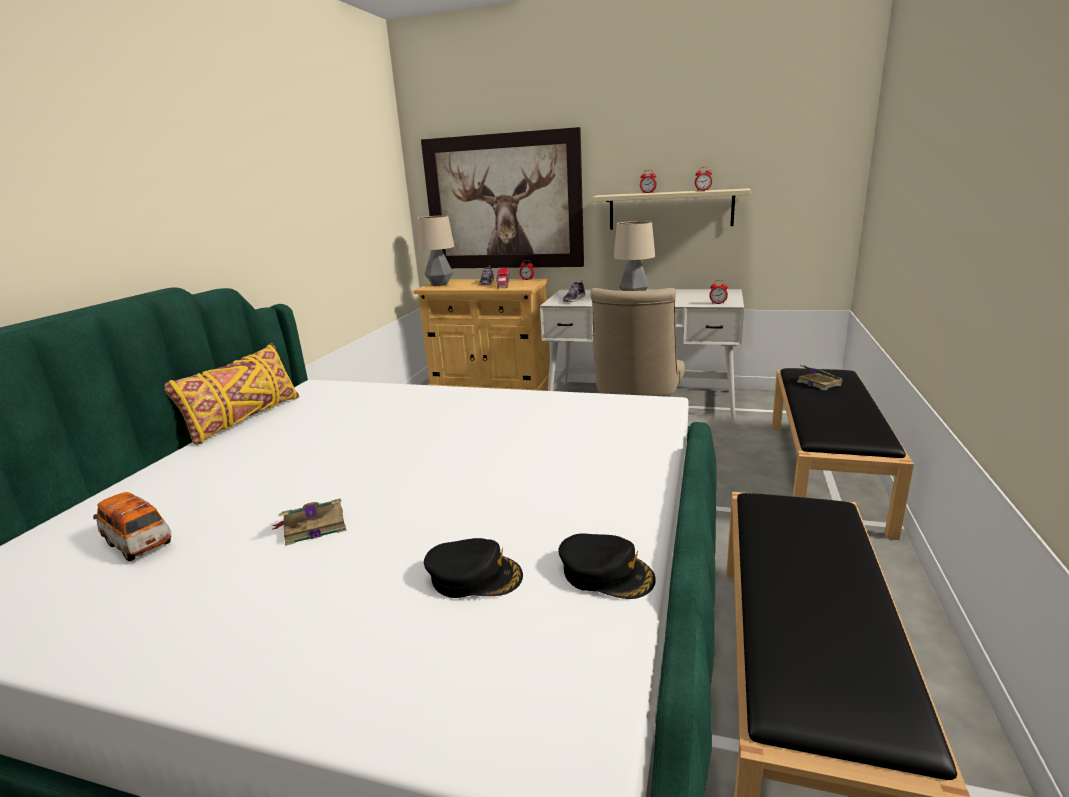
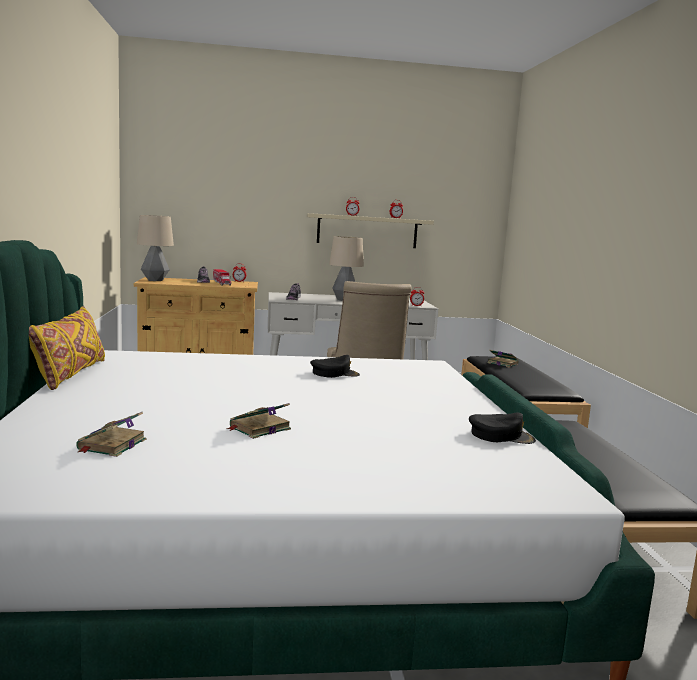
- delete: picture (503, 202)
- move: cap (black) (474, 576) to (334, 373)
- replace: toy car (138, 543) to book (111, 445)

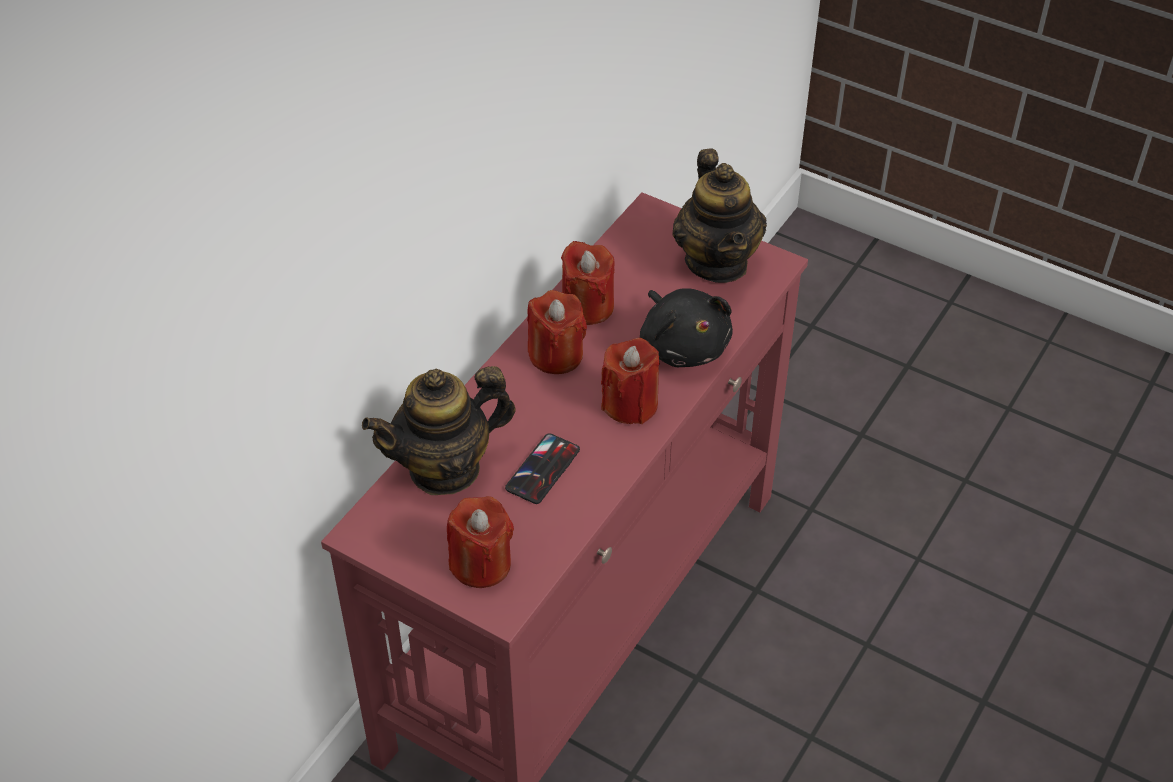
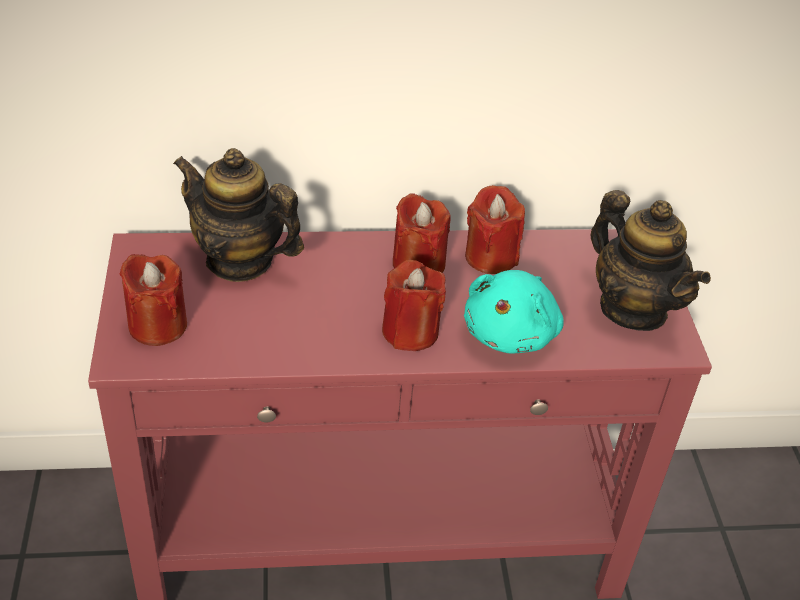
- delete: phone (543, 469)
- recolor: plush toy (black) (683, 345) to plush toy (turquoise) (512, 333)
- rotate: teapot (717, 262) = (633, 309) 75 degrees counterclockwise

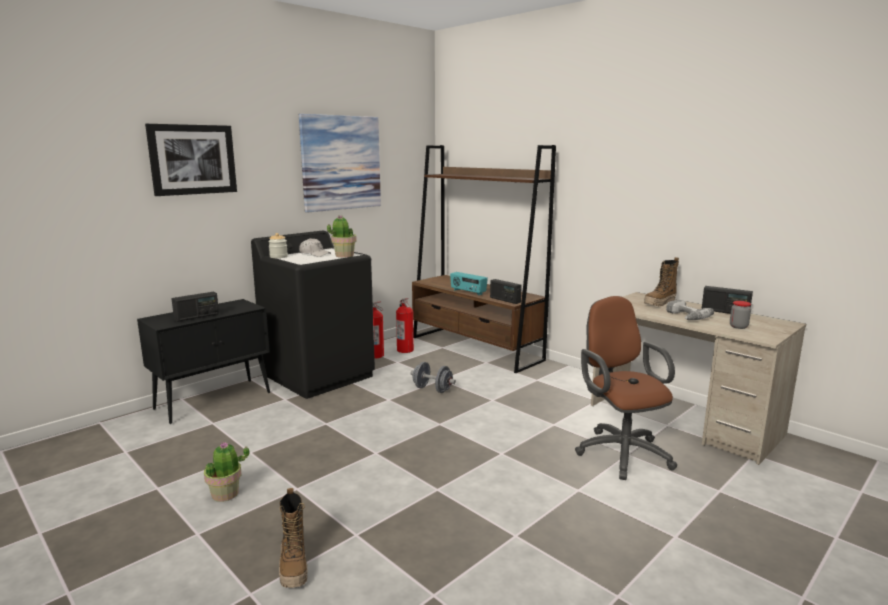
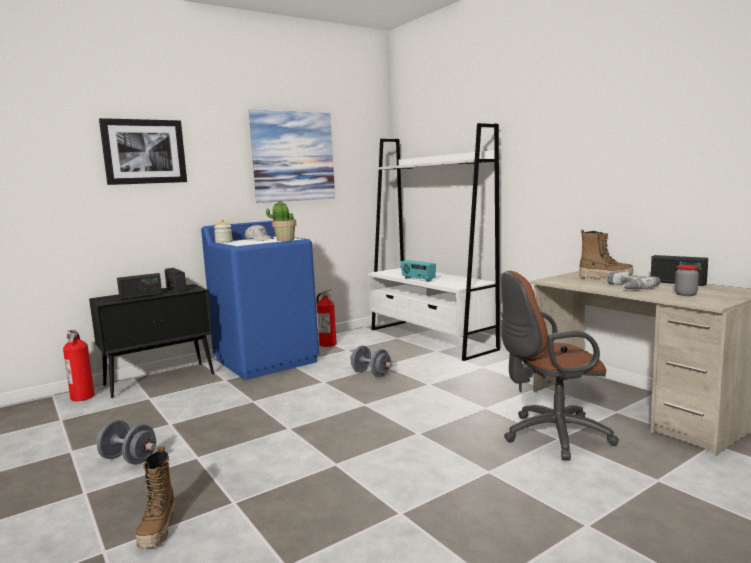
- move: fire extinguisher (405, 350) to (83, 397)
- move: radio (505, 300) to (176, 289)
- replace: potted plant (226, 494) to dumbbell (grey) (129, 459)
- recolor: washing machine (black) (319, 375) to washing machine (blue) (266, 360)
- recolor: bookcase (brown) (475, 348) to bookcase (white) (430, 339)
- rotate: office chair (brown) (620, 451) = (551, 436) 90 degrees counterclockwise
- rotate: boot (660, 303) = (605, 277) 135 degrees counterclockwise

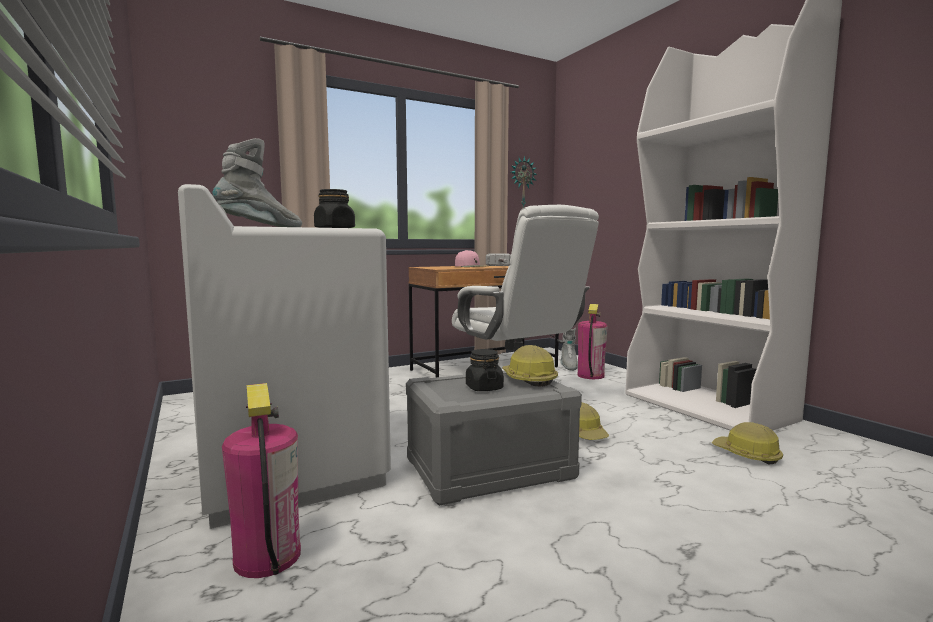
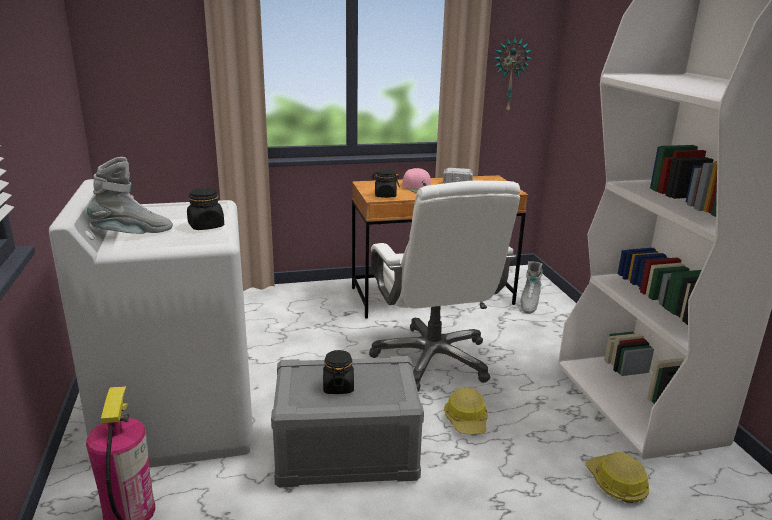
- delete: hard hat (528, 379)
- delete: fire extinguisher (590, 375)
- insert: jar (black) (385, 195)

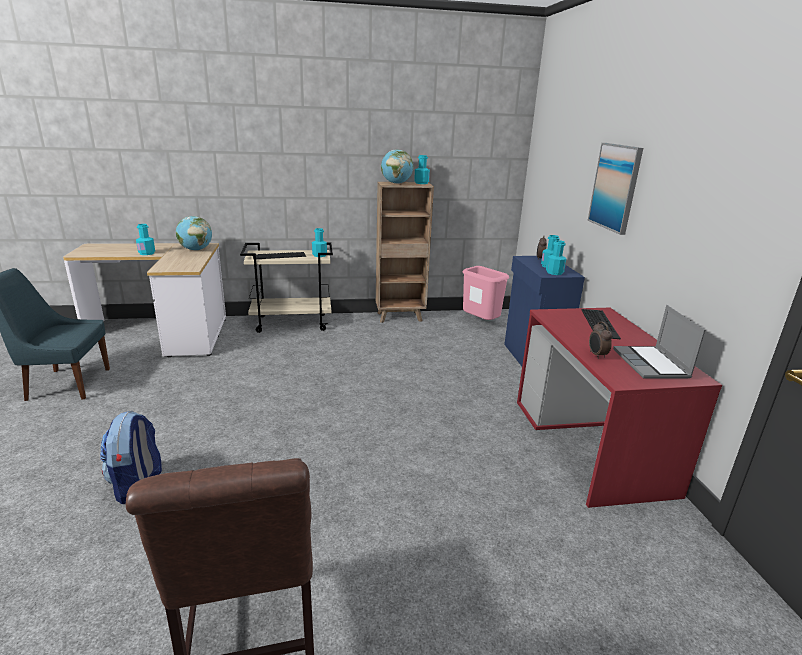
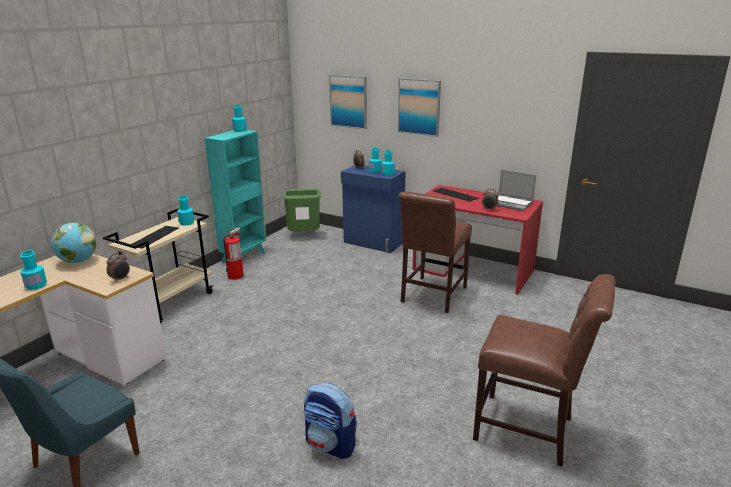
- delete: globe (396, 183)
- insert: alarm clock (120, 279)
- insert: fire extinguisher (235, 276)
- insert: picture (348, 101)
- insert: chair (brown) (431, 296)
- recolor: bookcase (brown) (400, 317) to bookcase (turquoise) (244, 257)
- recolor: trash can (pink) (480, 323) to trash can (green) (304, 236)

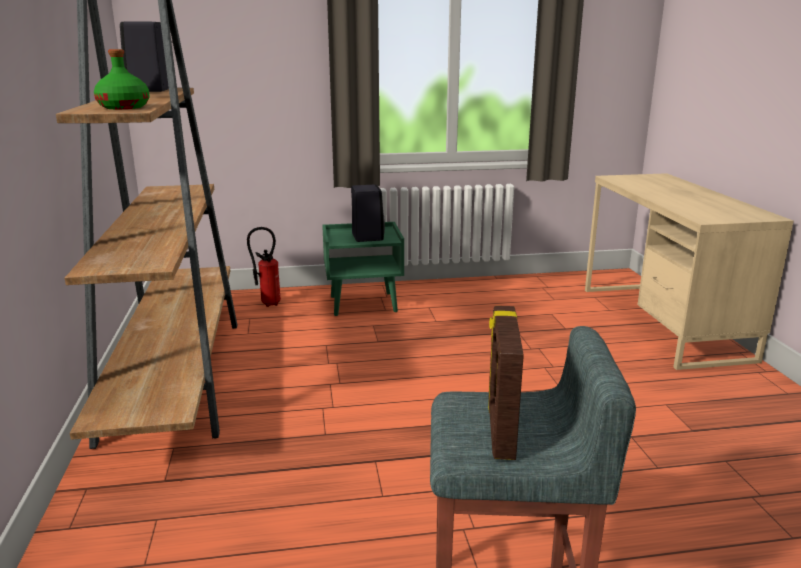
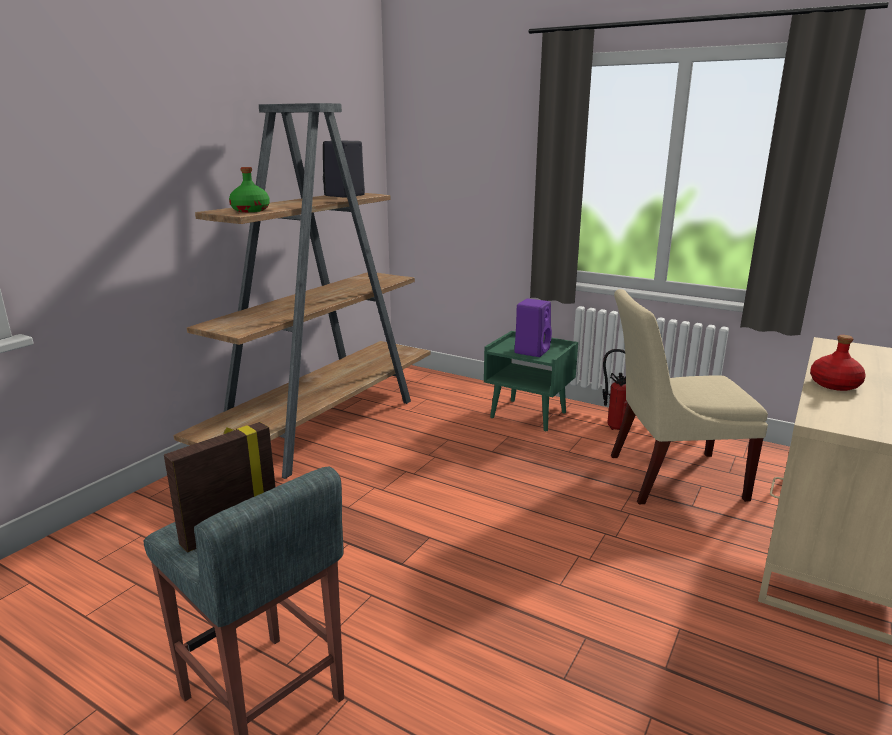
- insert: chair (beige) (669, 476)
- insert: bottle (red) (835, 384)
- move: fire extinguisher (267, 304) to (613, 427)
- recolor: speaker (black) (367, 237) to speaker (purple) (532, 351)

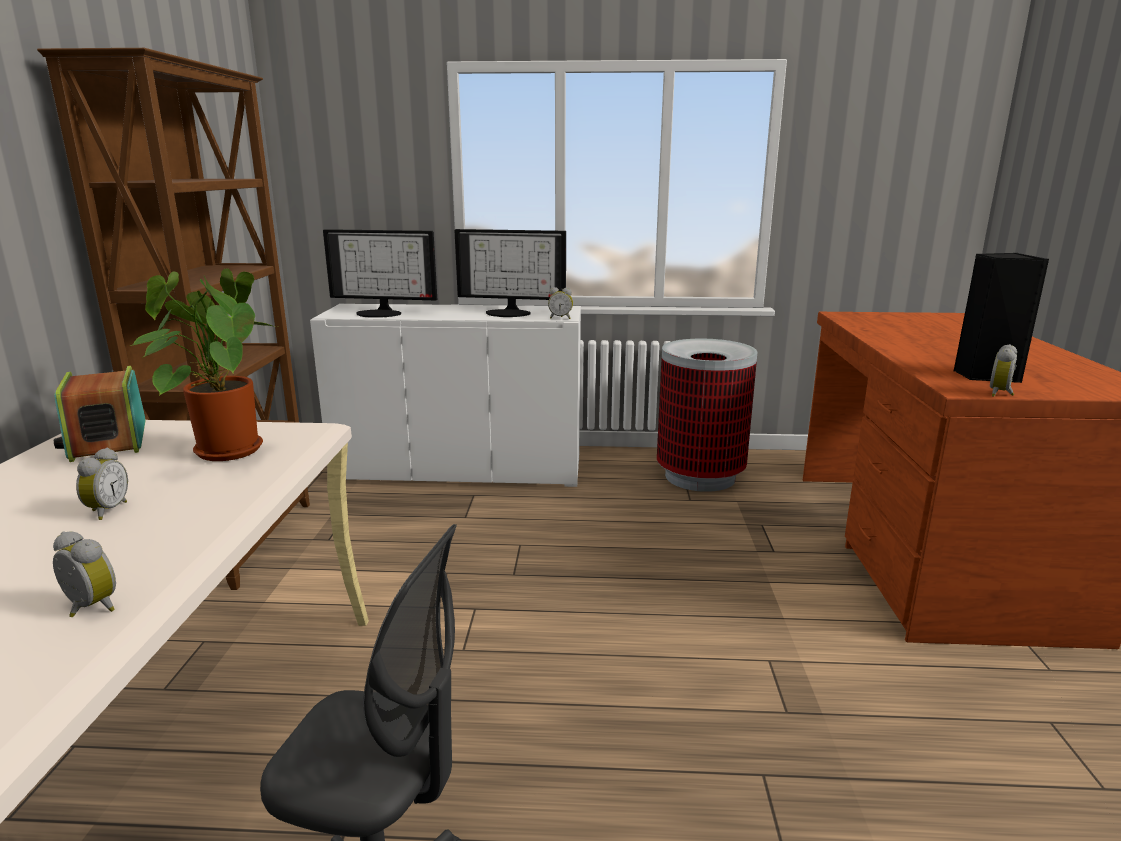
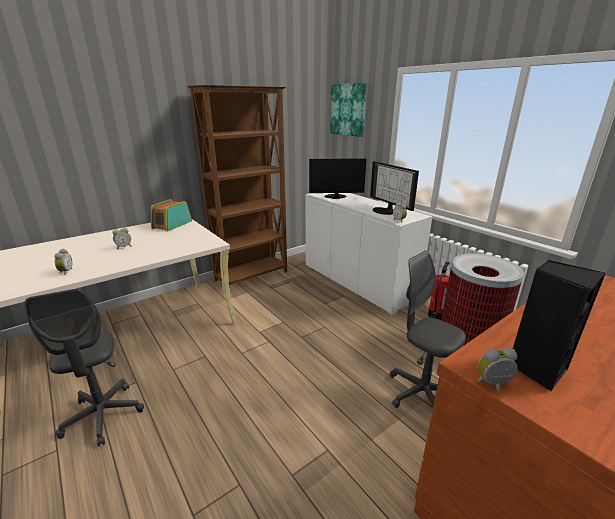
- delete: potted plant (224, 449)
- insert: picture (348, 110)
- insert: office chair (grey) (421, 393)
- insert: fire extinguisher (435, 315)
- rotate: monitor (381, 313) = (335, 197) 120 degrees clockwise

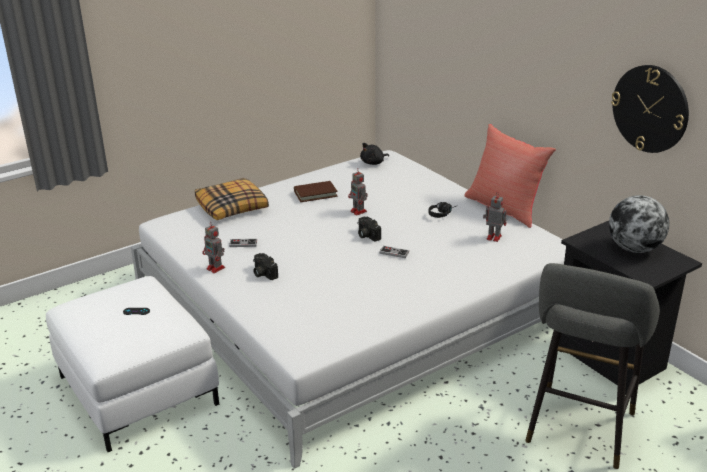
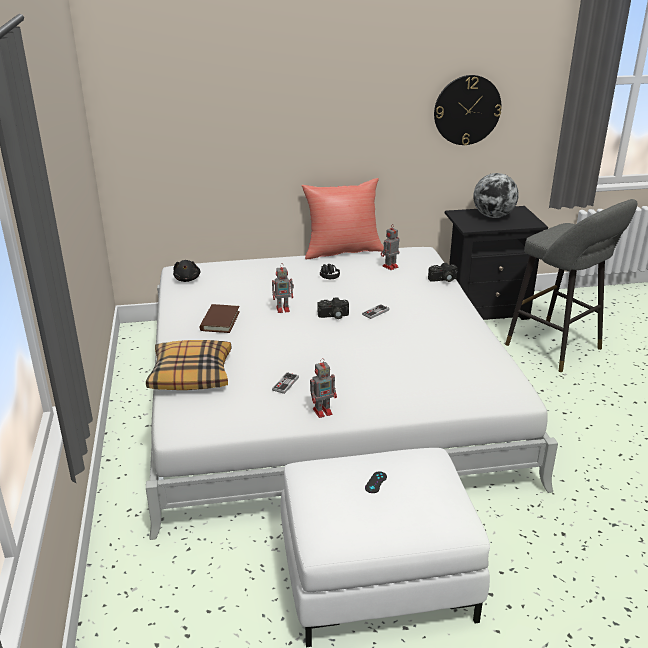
- move: photo camera (263, 273) to (443, 280)

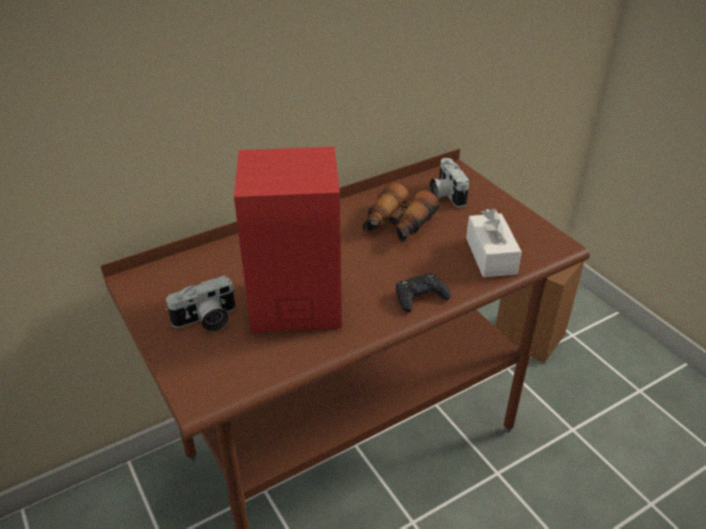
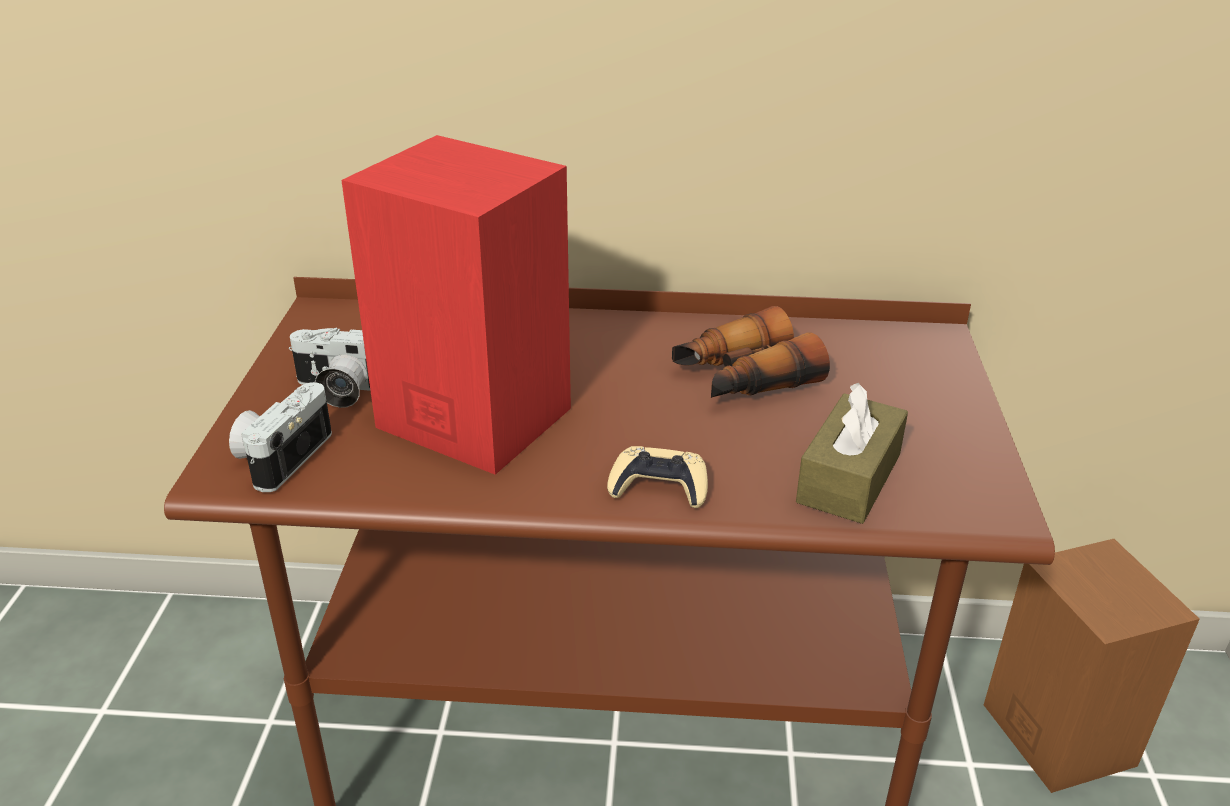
- move: photo camera (445, 194) to (281, 456)
- recolor: game controller (black) (420, 297) to game controller (beige) (659, 486)
- recolor: tissue box (white) (490, 256) to tissue box (brown) (849, 478)

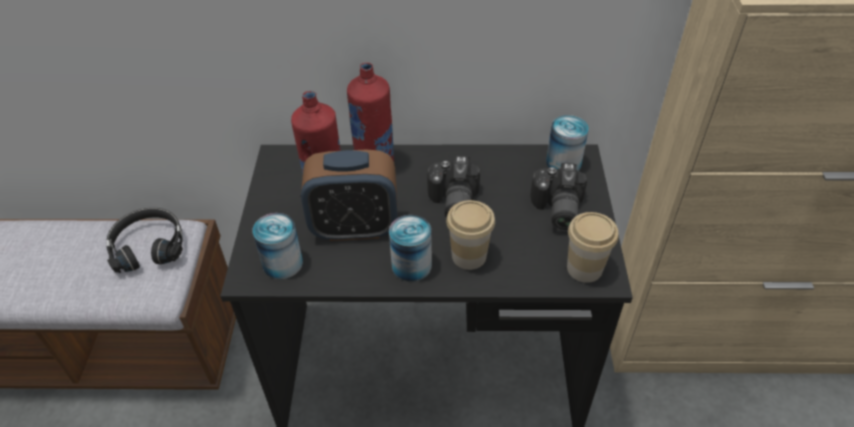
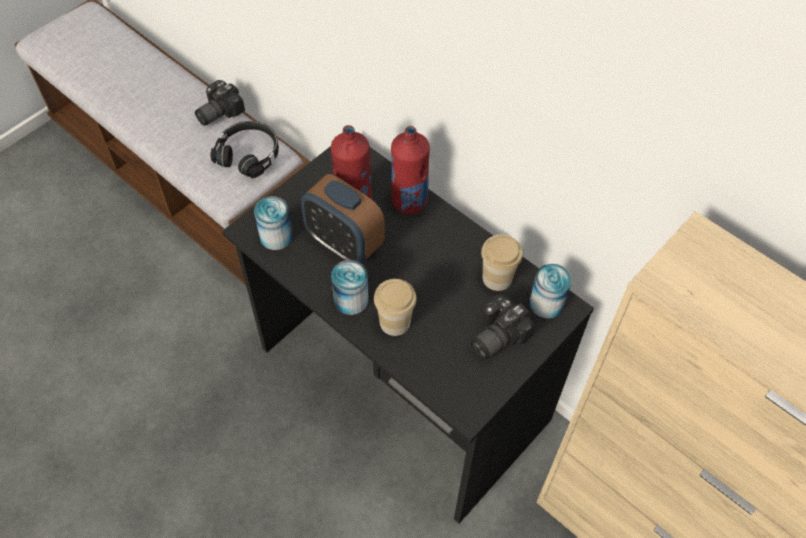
- move: photo camera (452, 203) to (217, 112)
- move: cup (584, 268) to (497, 278)

